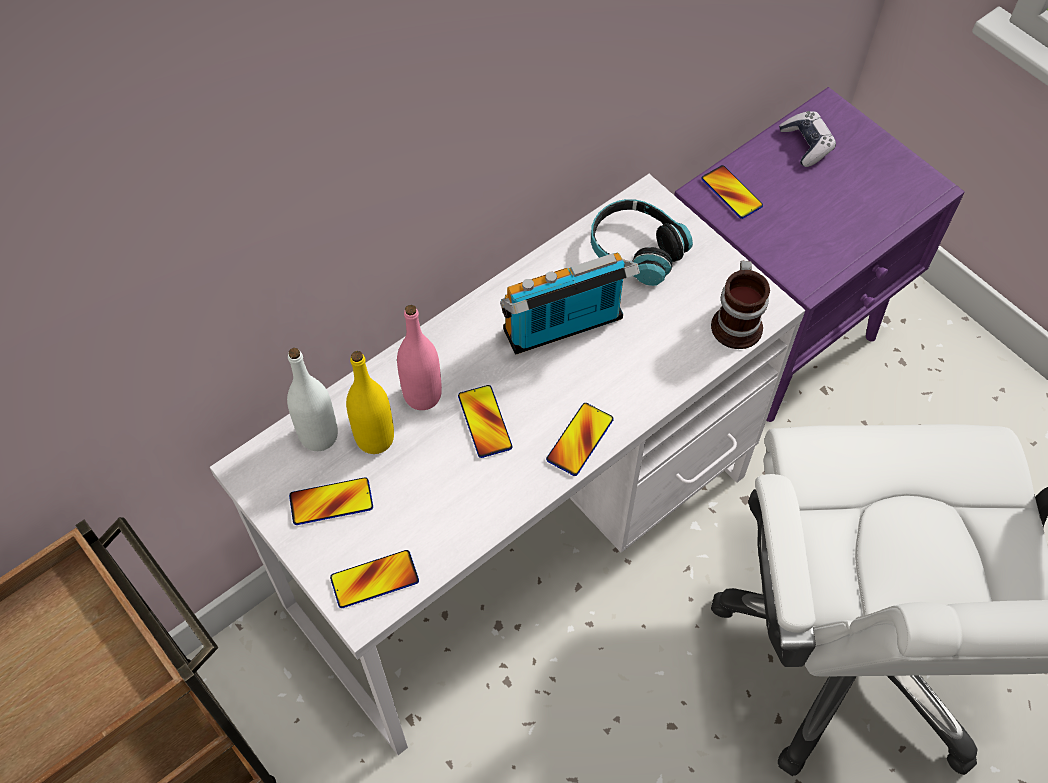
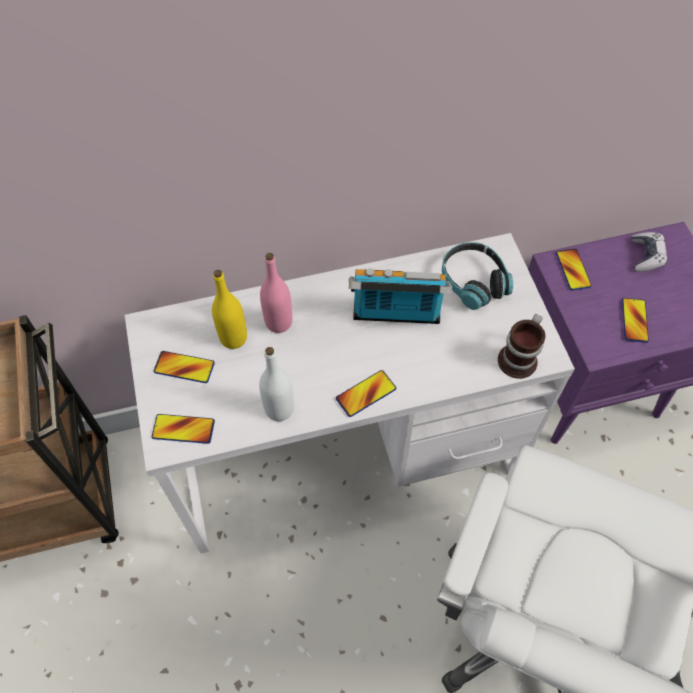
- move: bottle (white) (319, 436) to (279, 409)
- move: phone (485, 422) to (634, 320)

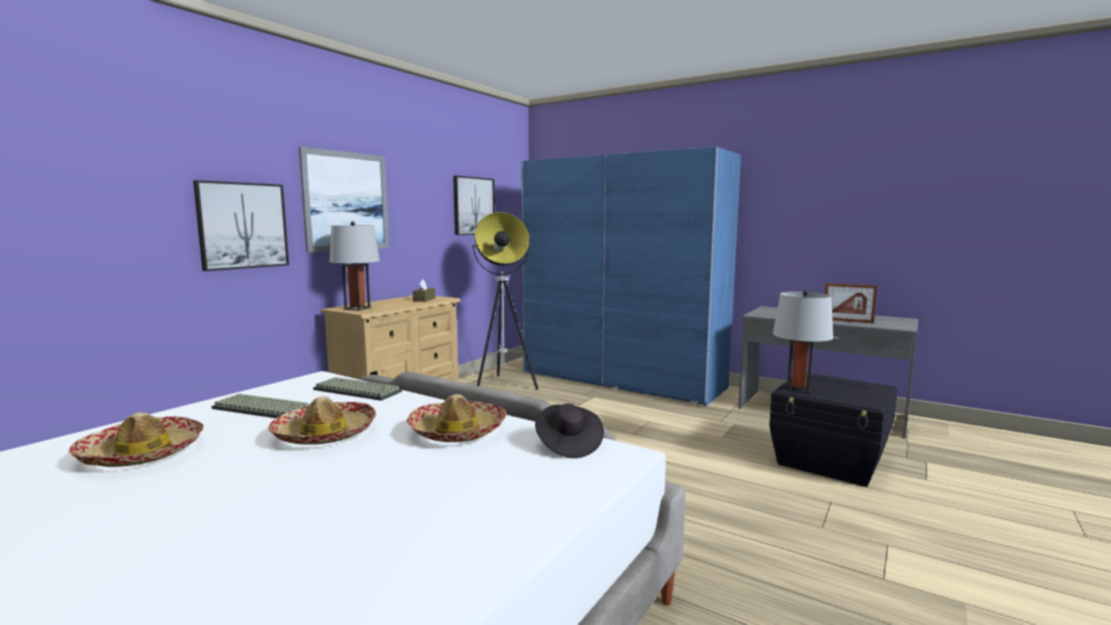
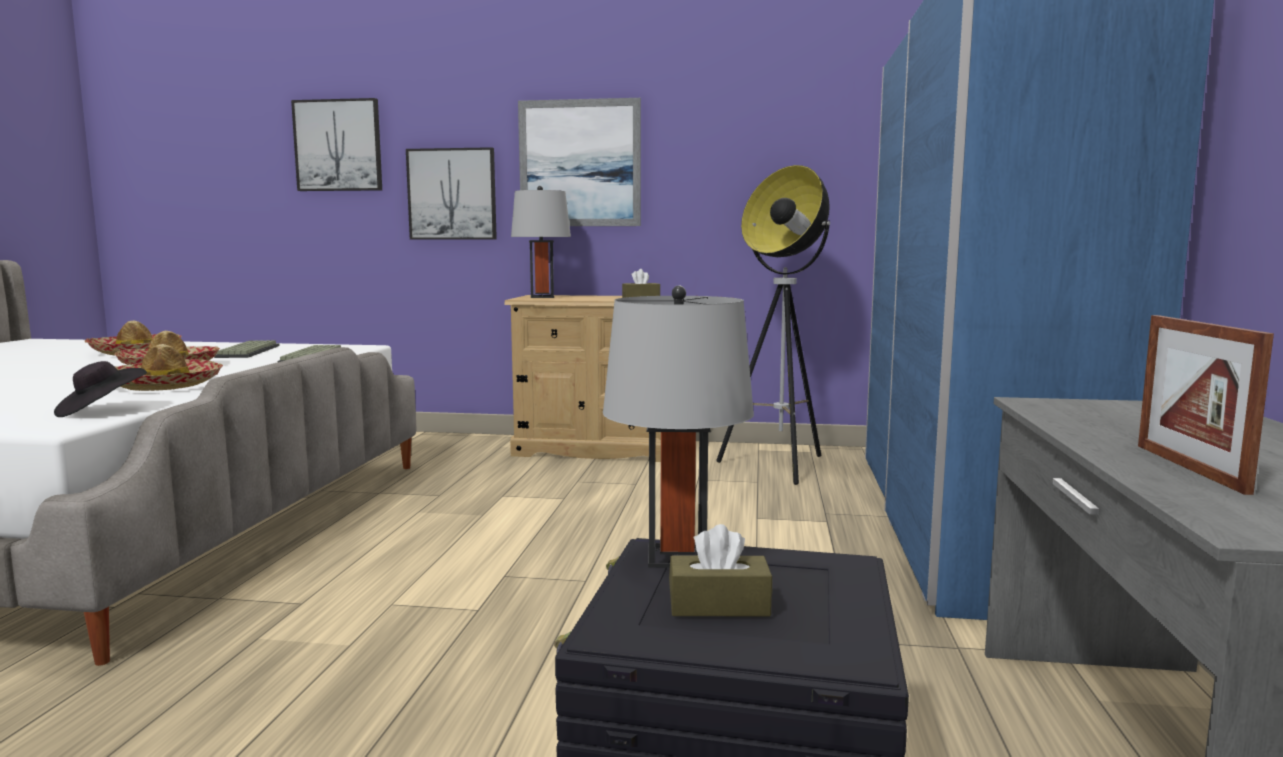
- insert: tissue box (brown) (719, 605)
- move: picture (473, 206) to (338, 145)

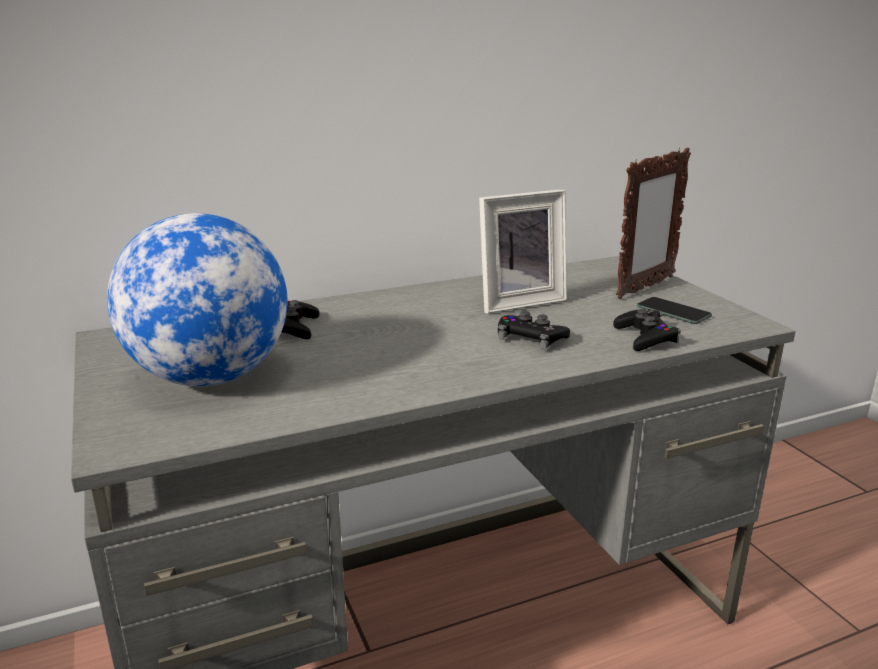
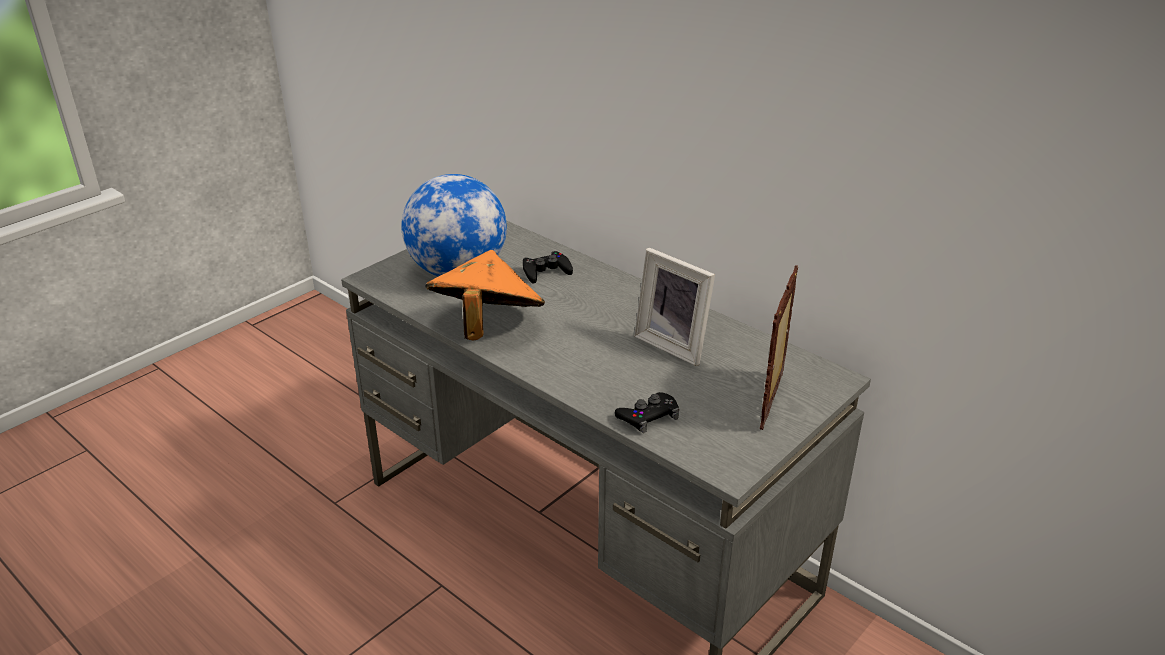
- delete: game controller (black) (531, 338)
- delete: phone (673, 311)
- insert: hat (orange) (486, 327)
- rotate: picture frame (645, 287) = (772, 401) 90 degrees clockwise

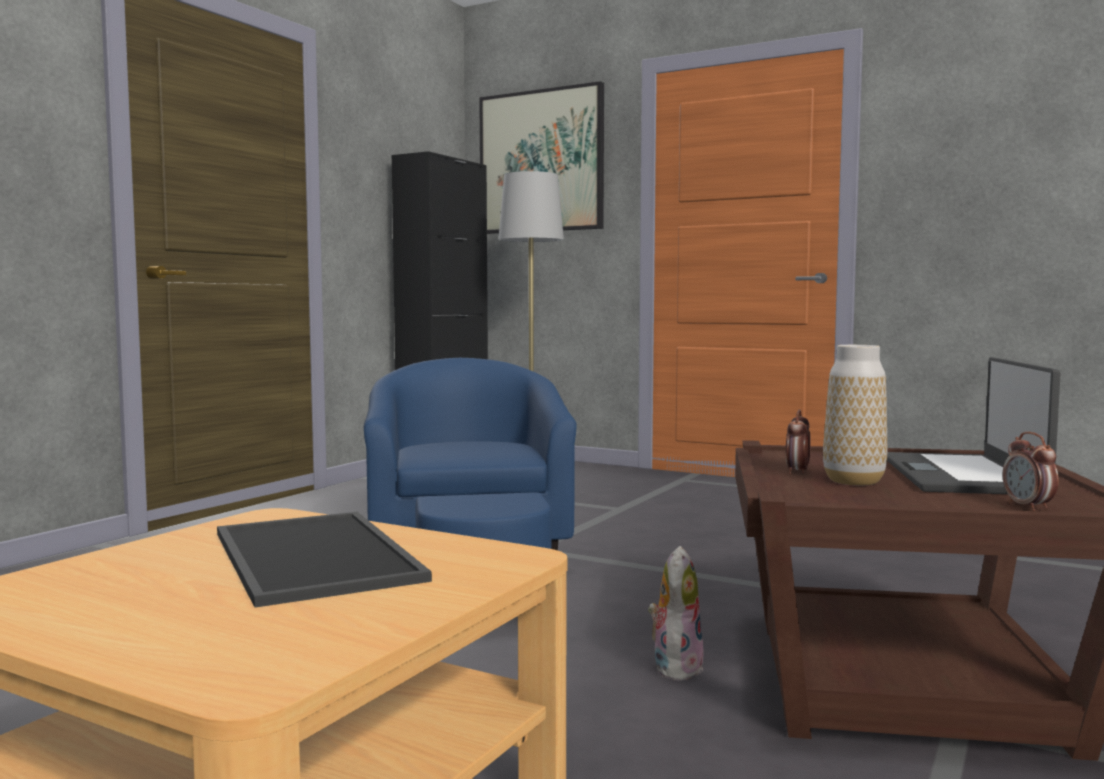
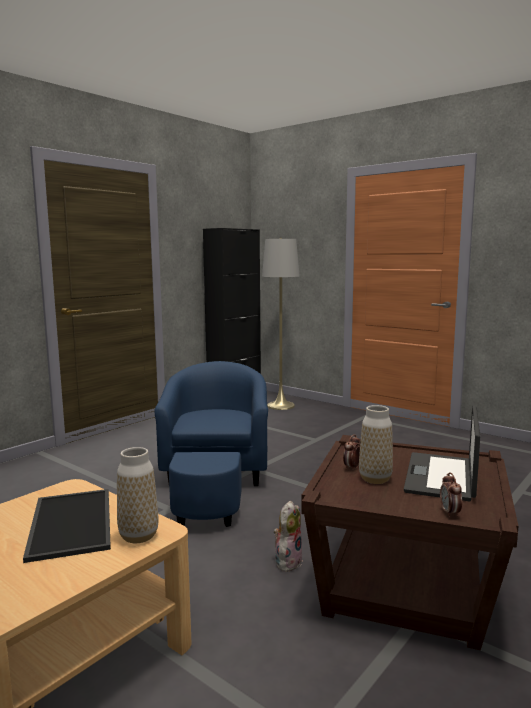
- delete: picture (541, 161)
- insert: vase (138, 536)

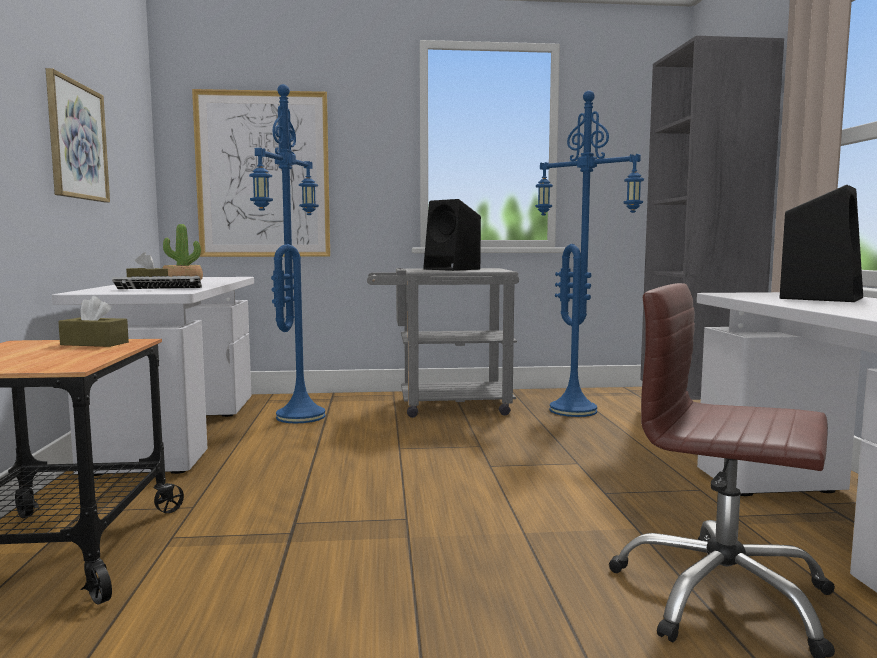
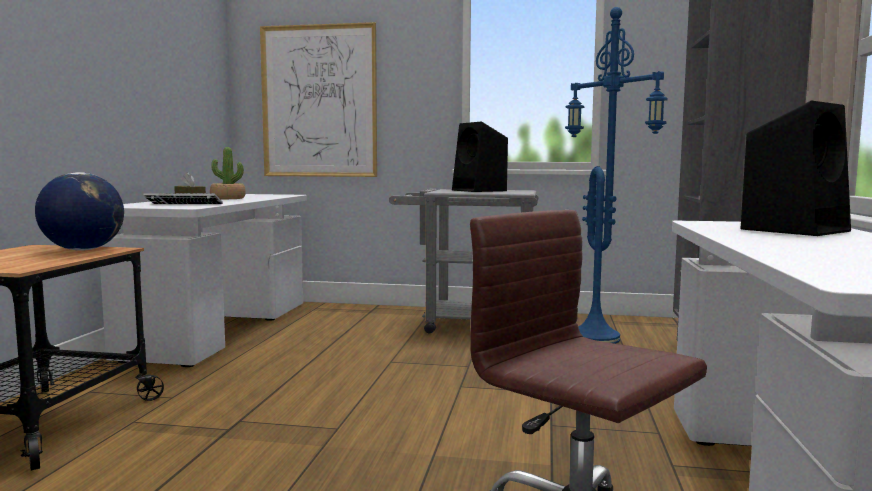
- delete: picture (77, 141)
- delete: floor lamp (blue) (298, 416)
- replace: tissue box (brown) (94, 343) to globe (83, 250)

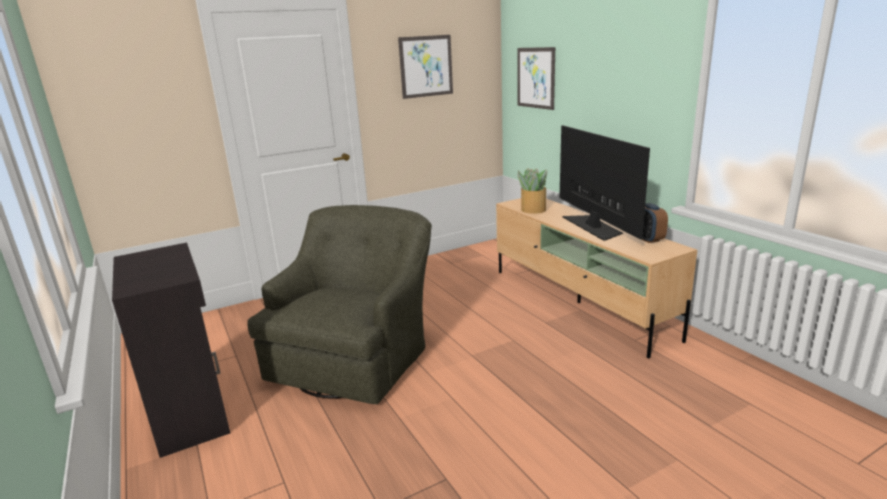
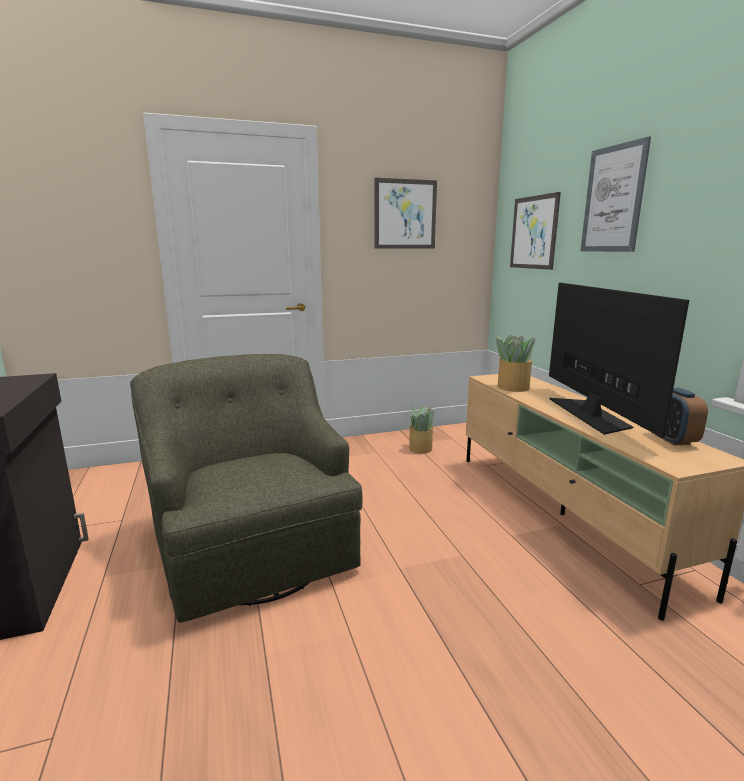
- insert: potted plant (420, 448)
- insert: picture (613, 199)
- rotate: armchair (green) (356, 357) = (253, 545) 60 degrees counterclockwise

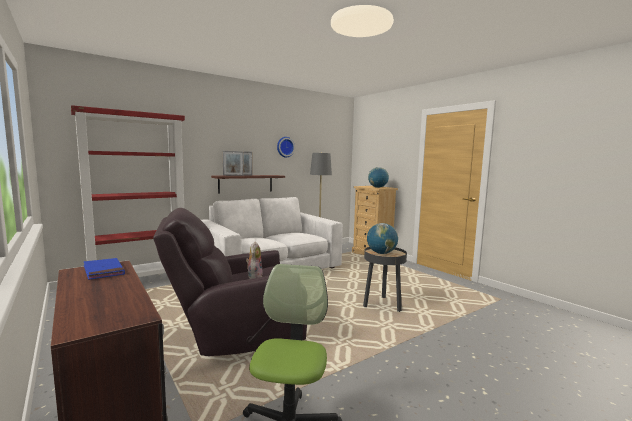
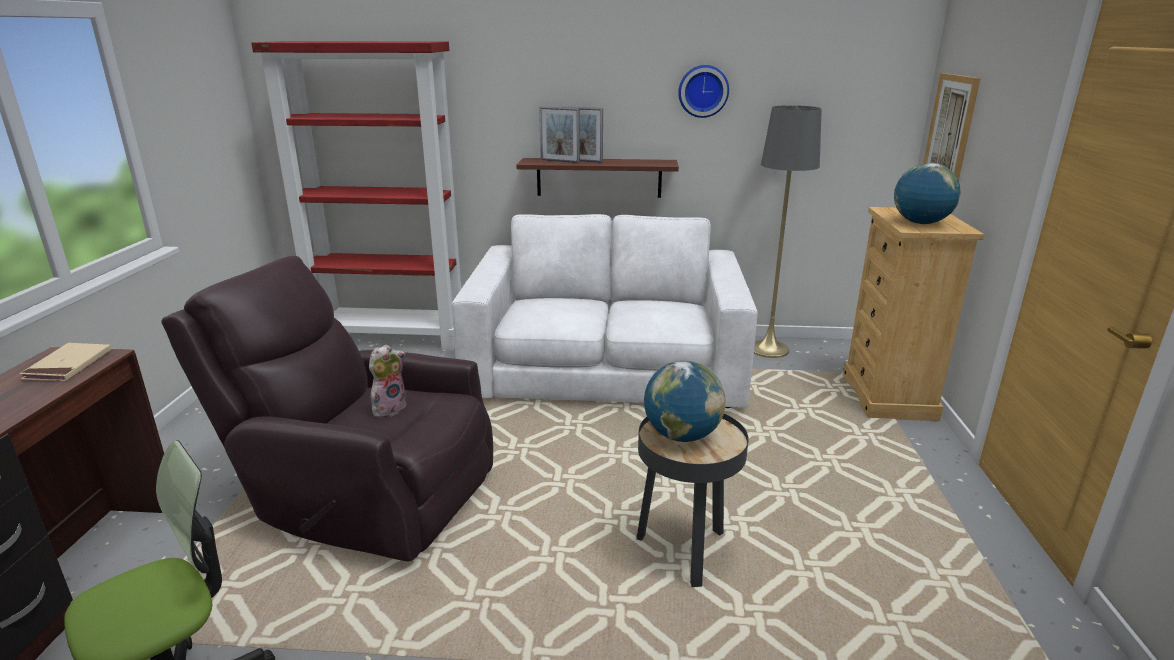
- insert: picture (950, 130)
- recolor: book (blue) (103, 271) to book (beige) (69, 365)

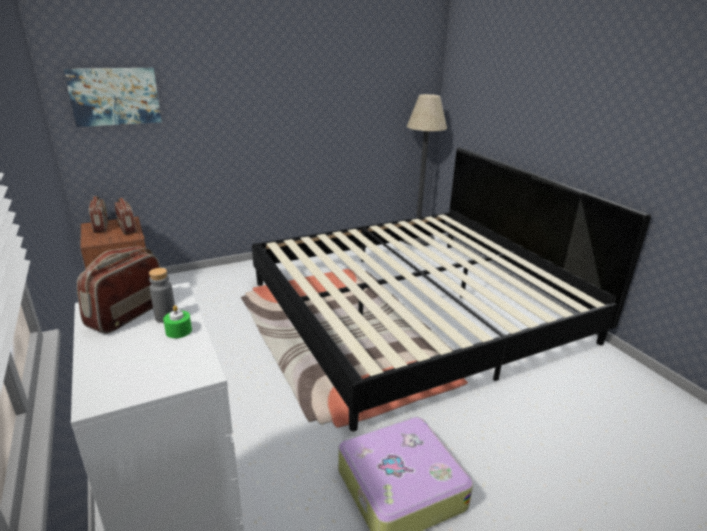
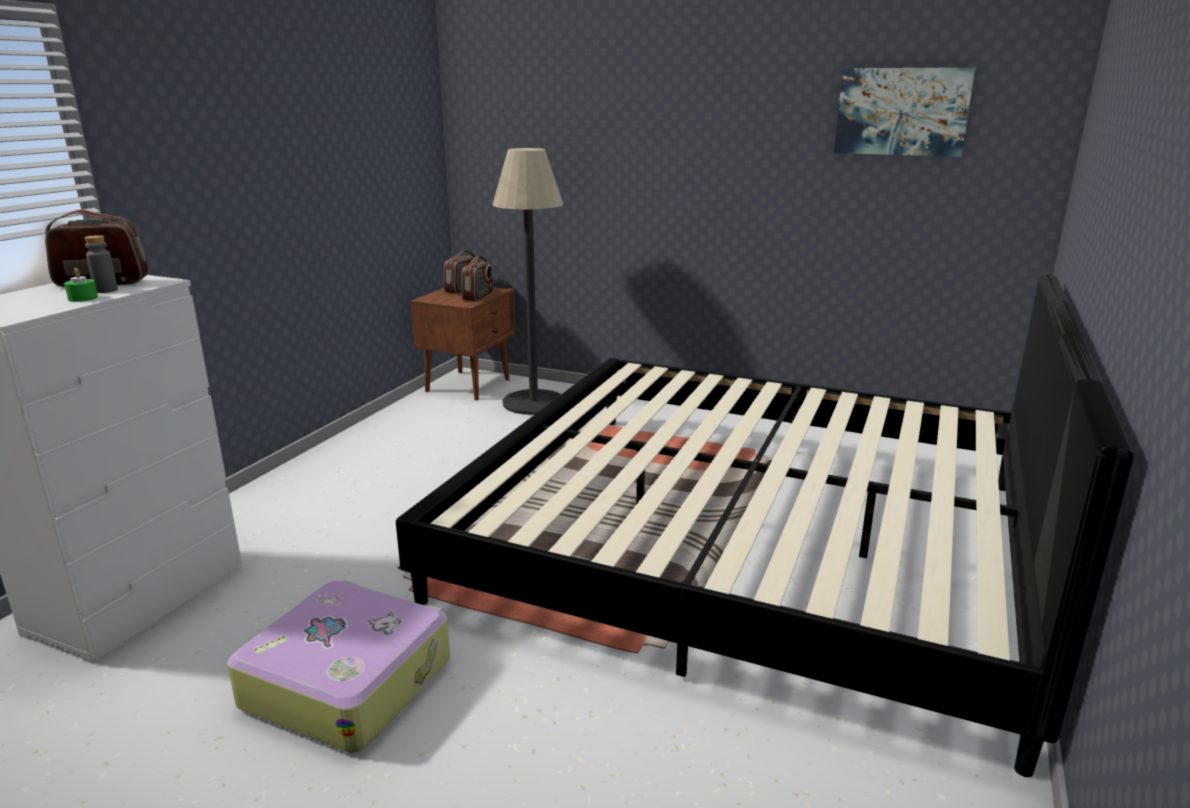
- move: picture (115, 96) to (901, 111)
- move: floor lamp (416, 239) to (533, 403)

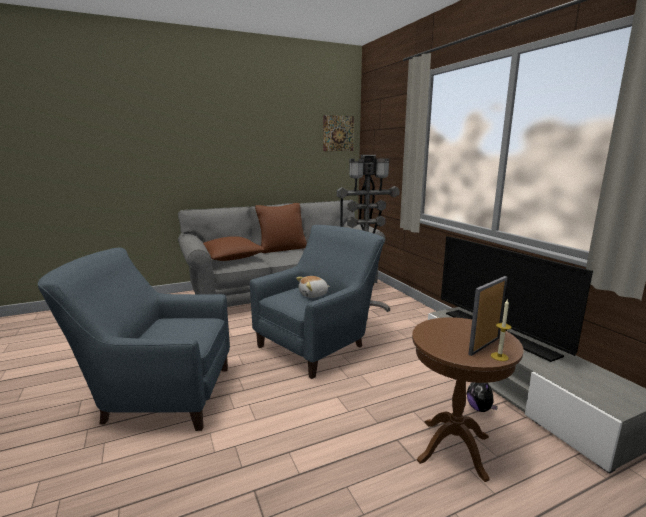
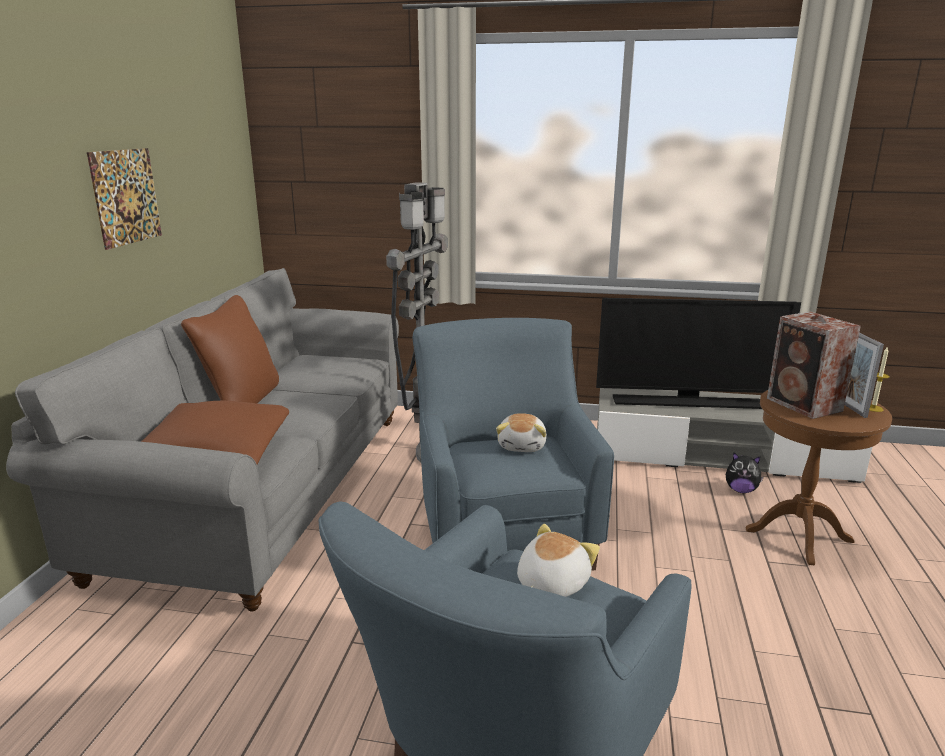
- insert: plush toy (550, 583)
- insert: speaker (805, 405)
- move: picture (338, 133) to (126, 197)

